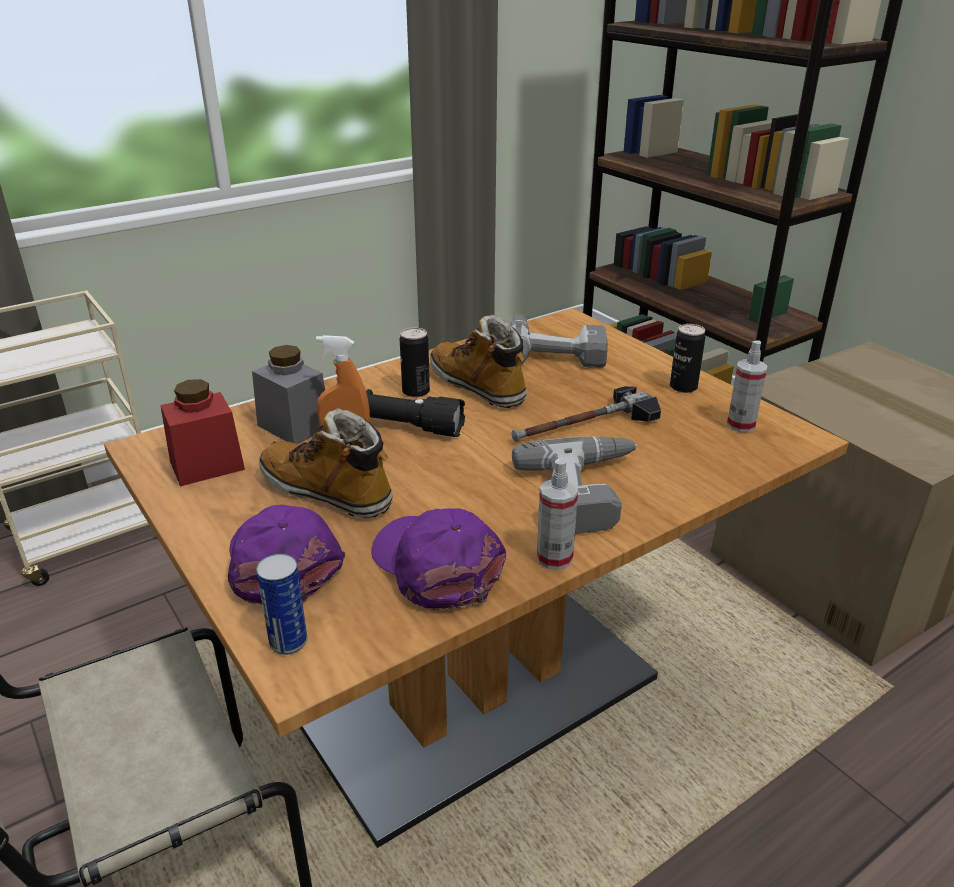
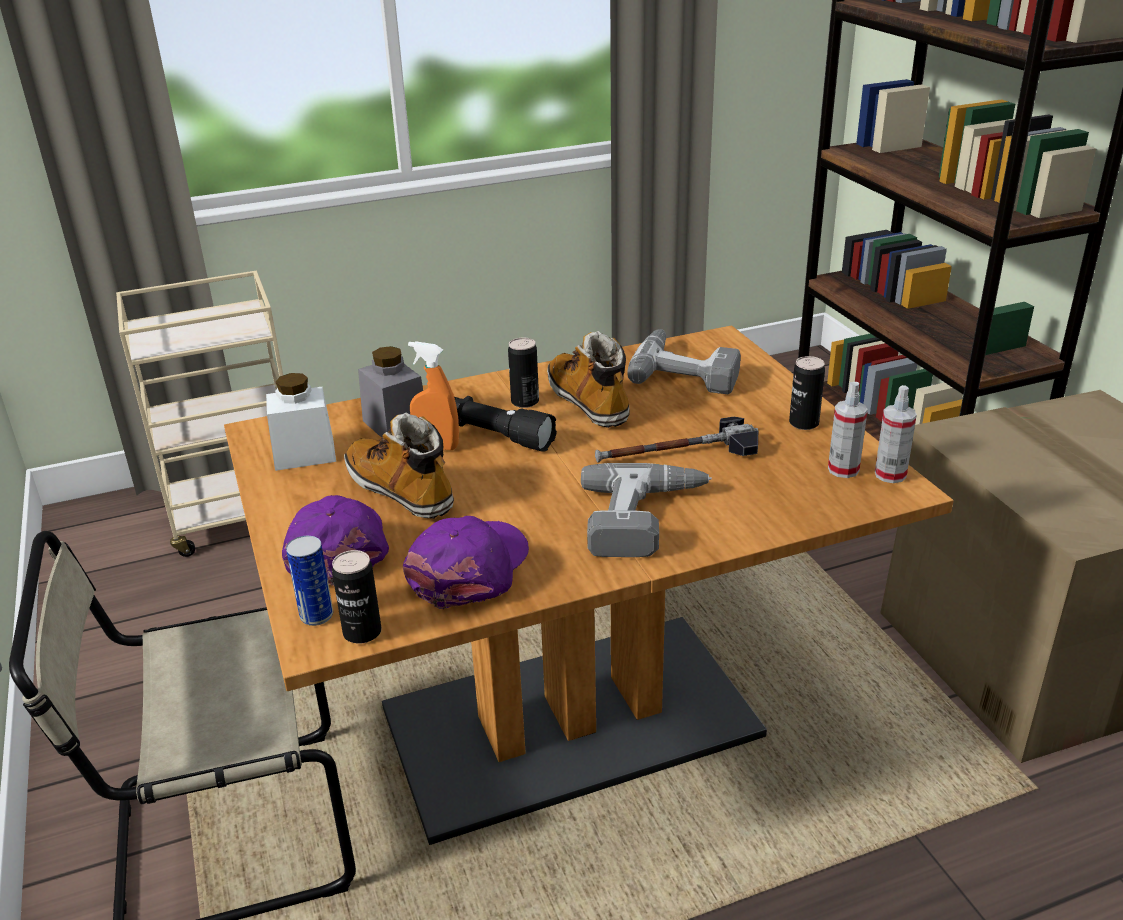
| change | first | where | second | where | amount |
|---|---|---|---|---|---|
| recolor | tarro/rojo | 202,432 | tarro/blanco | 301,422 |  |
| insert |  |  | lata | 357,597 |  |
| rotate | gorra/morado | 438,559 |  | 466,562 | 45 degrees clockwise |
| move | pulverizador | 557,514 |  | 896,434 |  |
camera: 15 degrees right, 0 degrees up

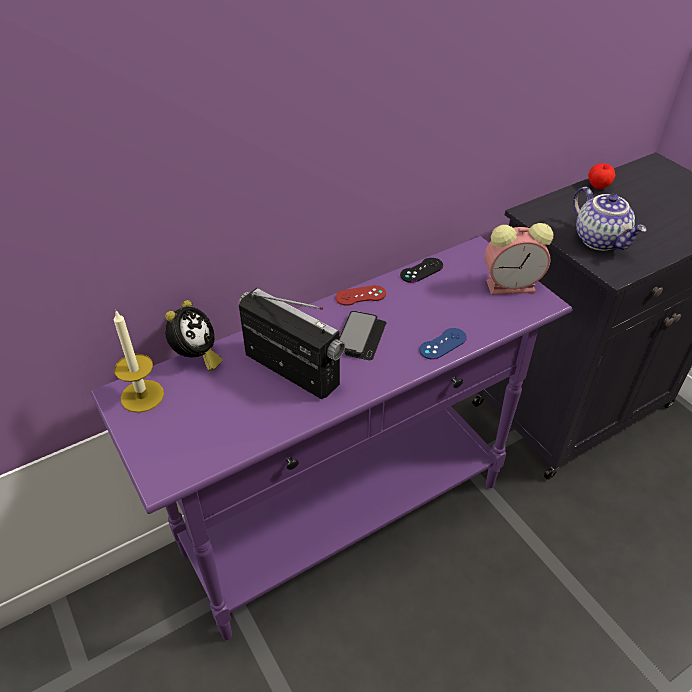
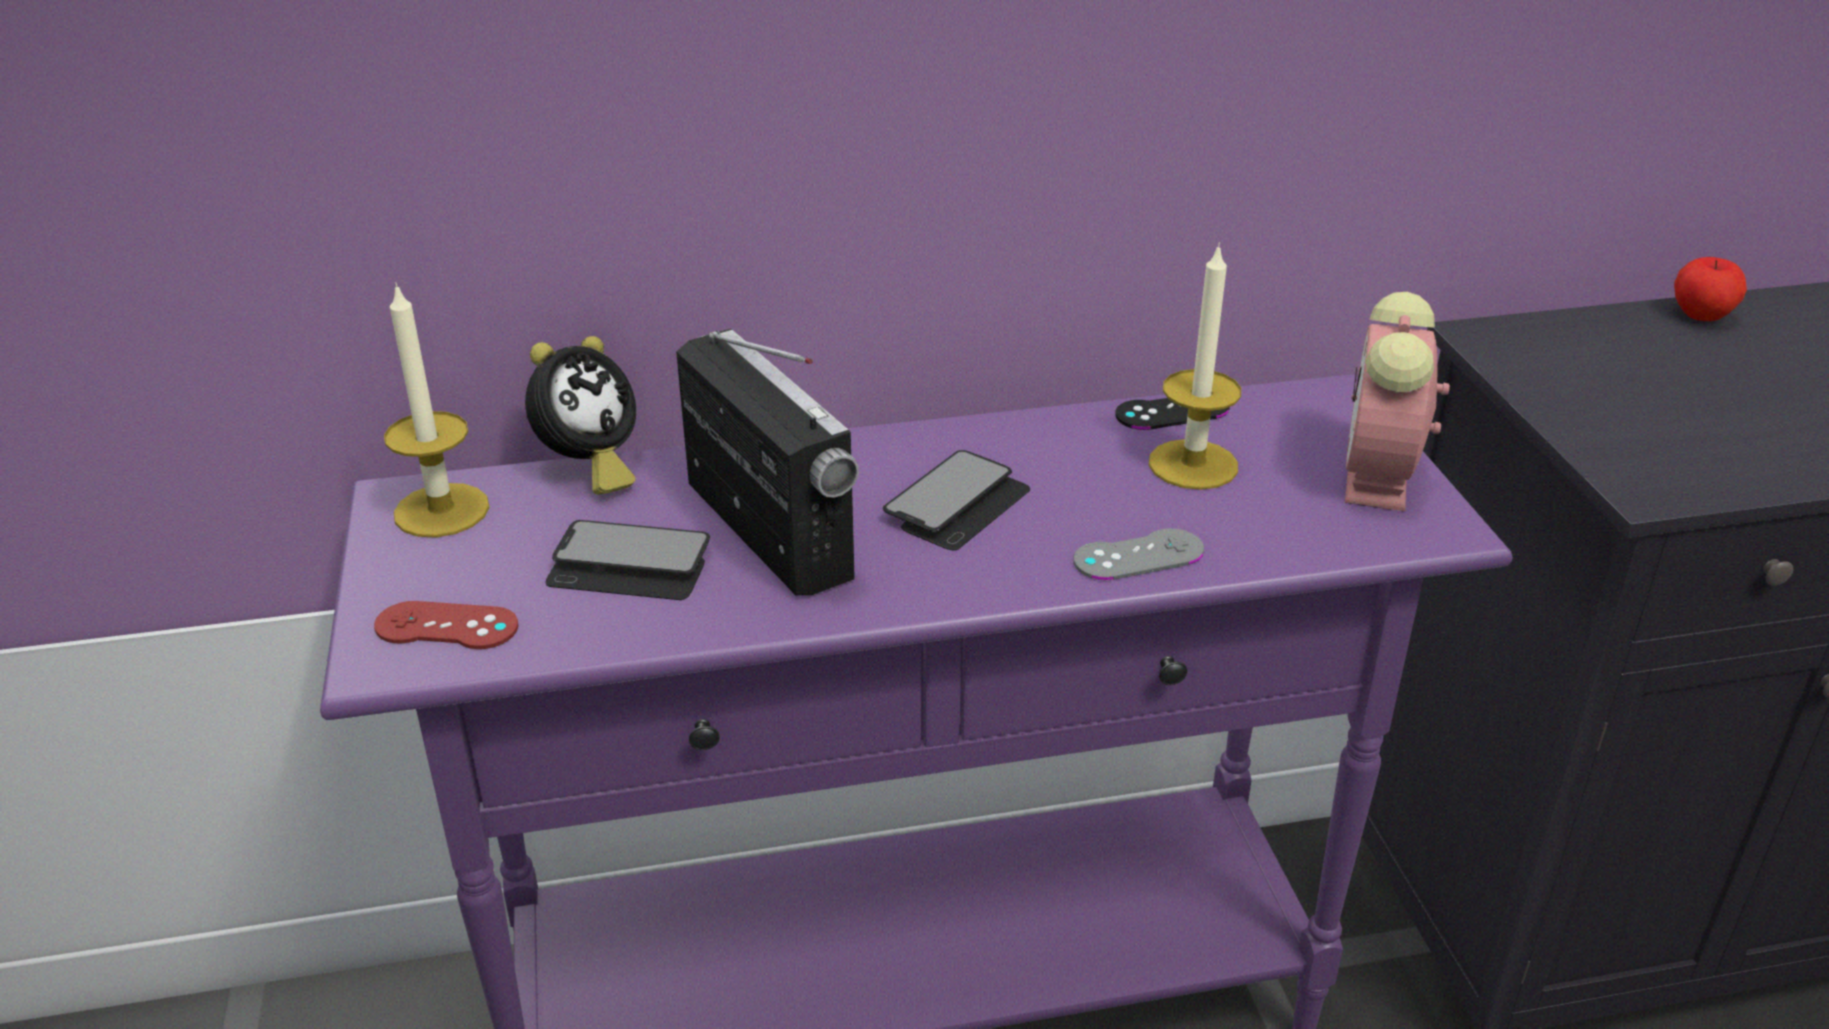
| change | first | where | second | where | amount |
|---|---|---|---|---|---|
| move | mando de consola/rojo | 360,295 |  | 446,625 |  |
| insert |  |  | móvil | 628,560 |  |
| recolor | mando de consola/azul | 443,344 | mando de consola/gris | 1139,554 |  |
| insert |  |  | vela | 1195,366 |  |
| rotate | despertador | 519,259 |  | 1397,401 | 90 degrees clockwise |
| delete | tetera | 609,219 |  |  |  |
camera: 20 degrees right, 10 degrees down

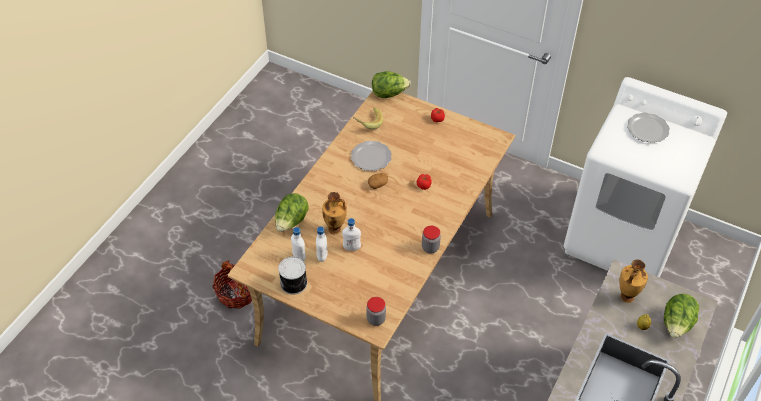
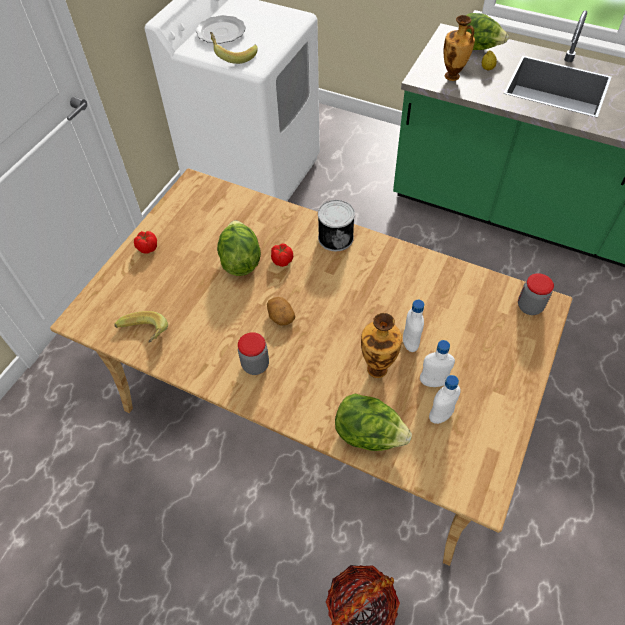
| change | first | where | second | where | amount |
|---|---|---|---|---|---|
| insert |  |  | plátano | 234,48 |  |
| move | lechuga | 391,84 |  | 239,248 |  |
| move | tarro | 431,239 |  | 253,353 |  |
| move | lata | 292,275 |  | 336,225 |  |
| delete | plato | 371,156 |  |  |  |
camera: 90 degrees left, 5 degrees up

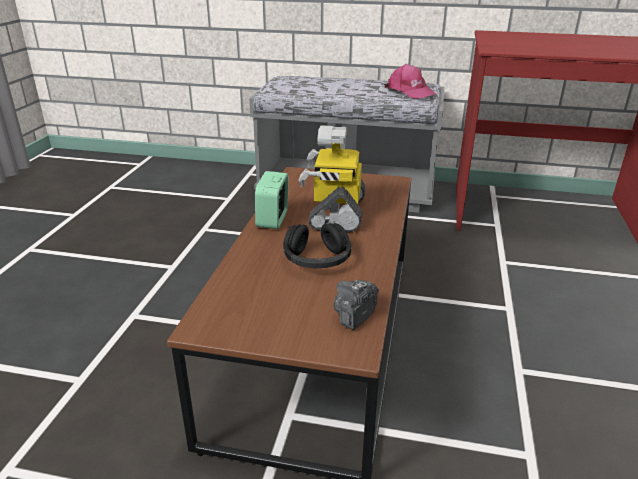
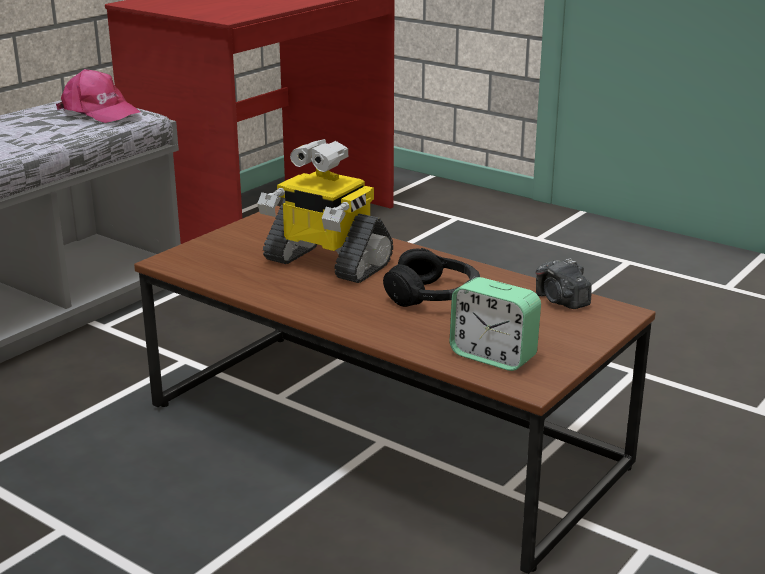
| change | first | where | second | where | amount |
|---|---|---|---|---|---|
| rotate | gorra/rosa | 410,81 |  | 99,96 | 45 degrees clockwise |
| move | despertador | 271,200 |  | 495,324 |  |
camera: 65 degrees left, 5 degrees down

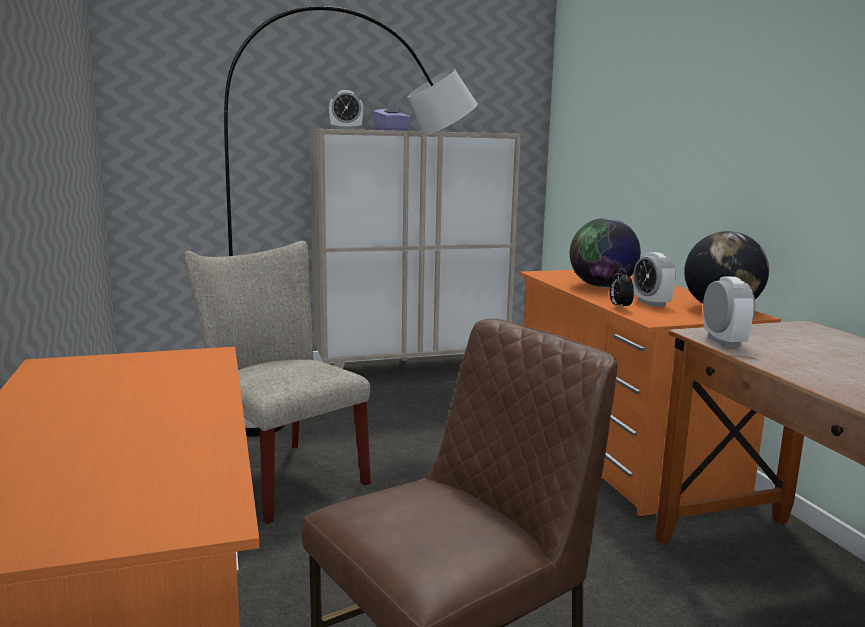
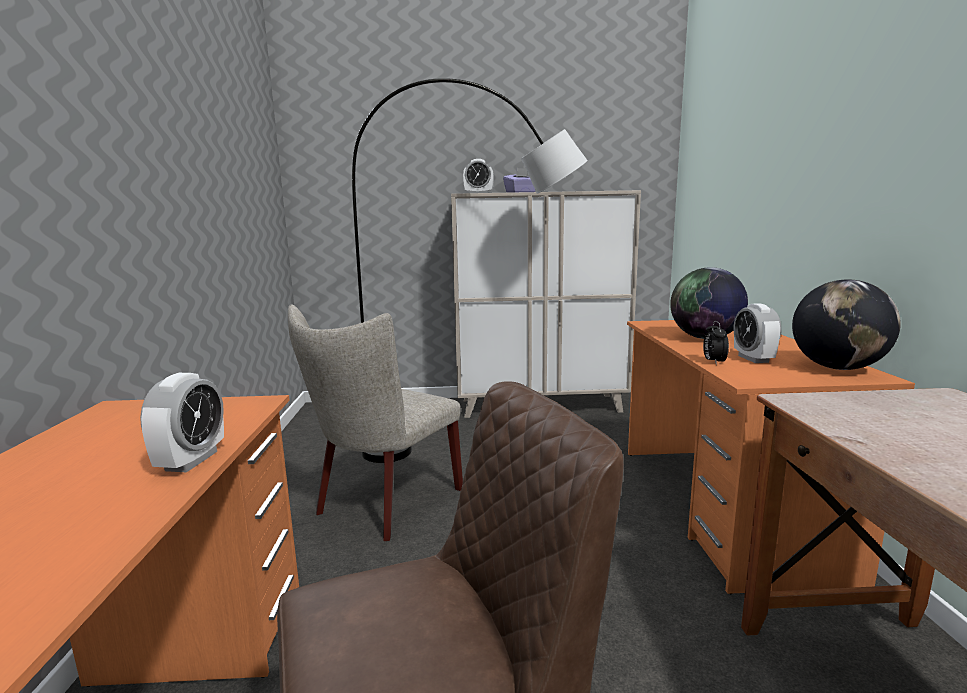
| change | first | where | second | where | amount |
|---|---|---|---|---|---|
| move | despertador | 729,311 |  | 182,423 |  |
| rotate | silla/beis | 277,382 |  | 375,423 | 120 degrees counterclockwise |
camera: 15 degrees right, 0 degrees up

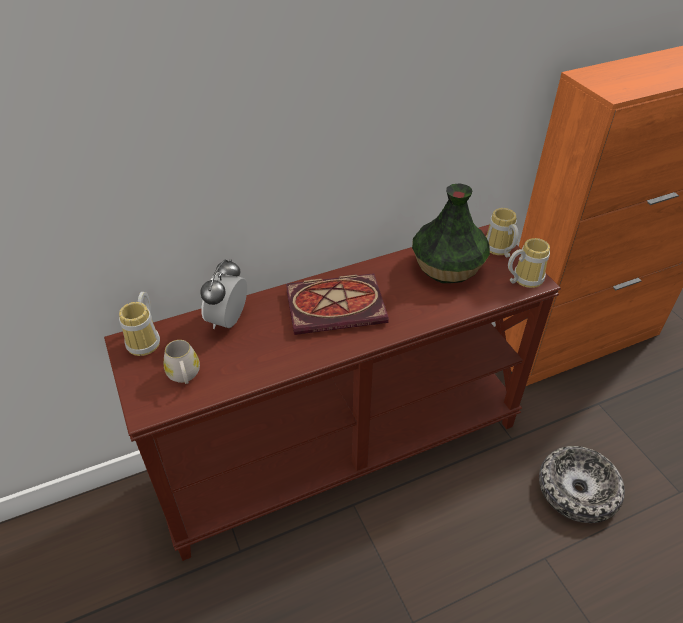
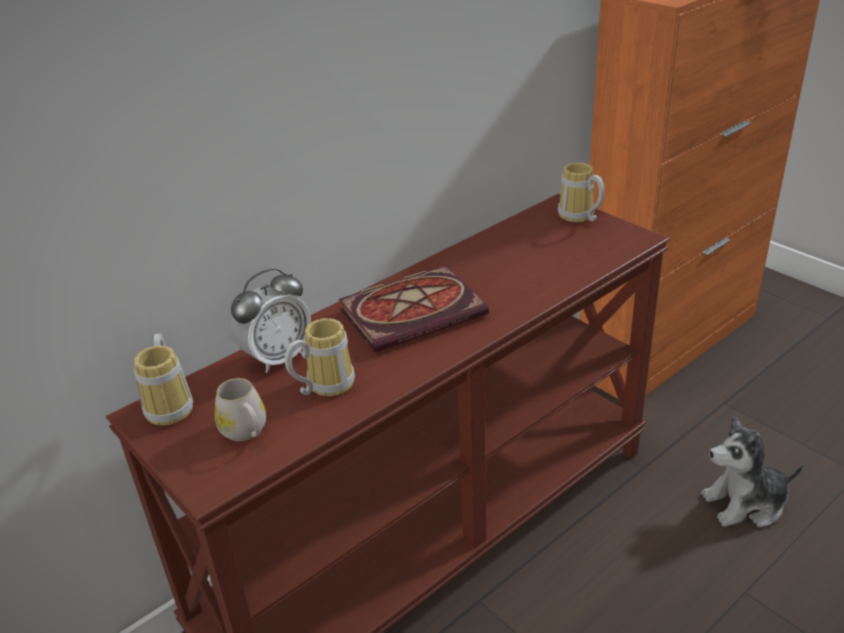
| change | first | where | second | where | amount |
|---|---|---|---|---|---|
| rotate | despertador | 223,294 |  | 271,320 | 135 degrees counterclockwise |
| move | taza grande | 529,263 |  | 320,357 |  |
| replace | cuenco | 582,484 | peluche | 752,472 |  |
| delete | florero | 451,233 |  |  |  |
camera: 15 degrees left, 10 degrees down

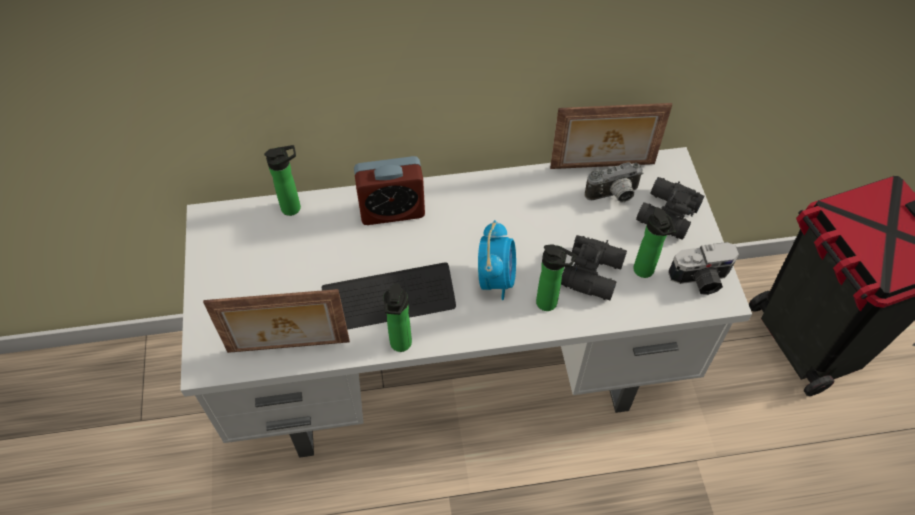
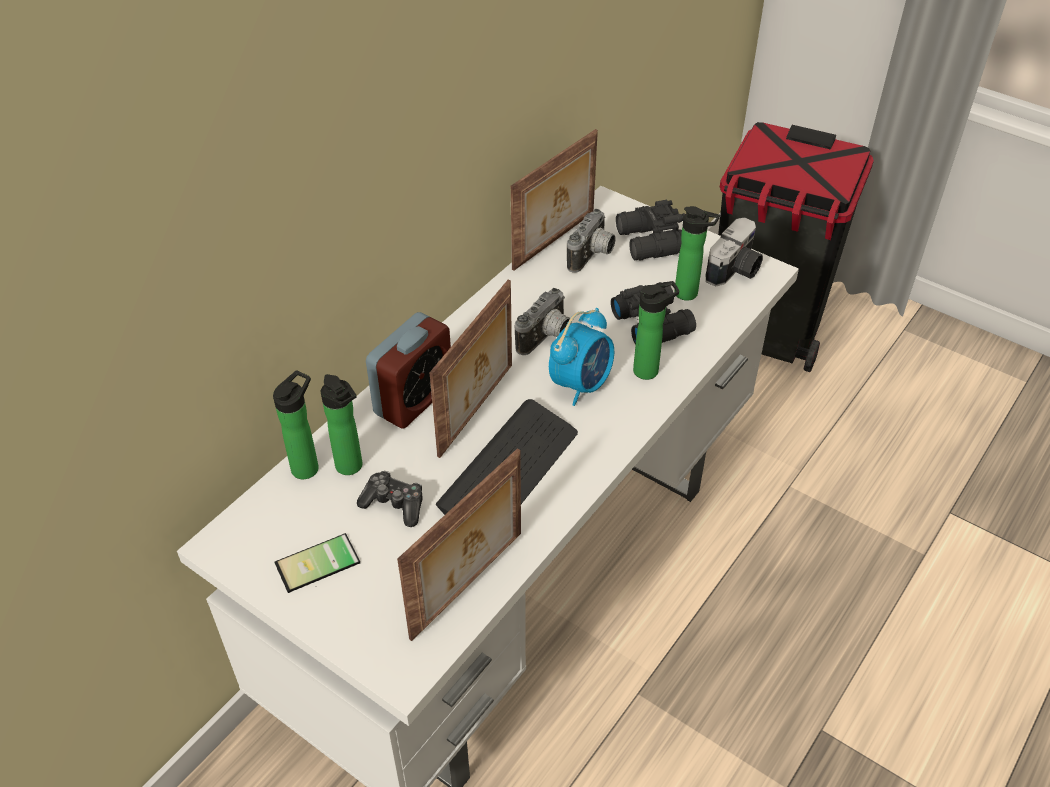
| change | first | where | second | where | amount |
|---|---|---|---|---|---|
| insert |  |  | móvil | 317,563 |  |
| move | botella | 398,317 |  | 341,424 |  |
| insert |  |  | mando de consola | 390,499 |  |
| insert |  |  | portarretratos | 470,369 |  |
| insert |  |  | cámara | 543,321 |  |
| rotate | despertador | 497,260 |  | 581,357 | 75 degrees clockwise |
camera: 45 degrees left, 10 degrees down

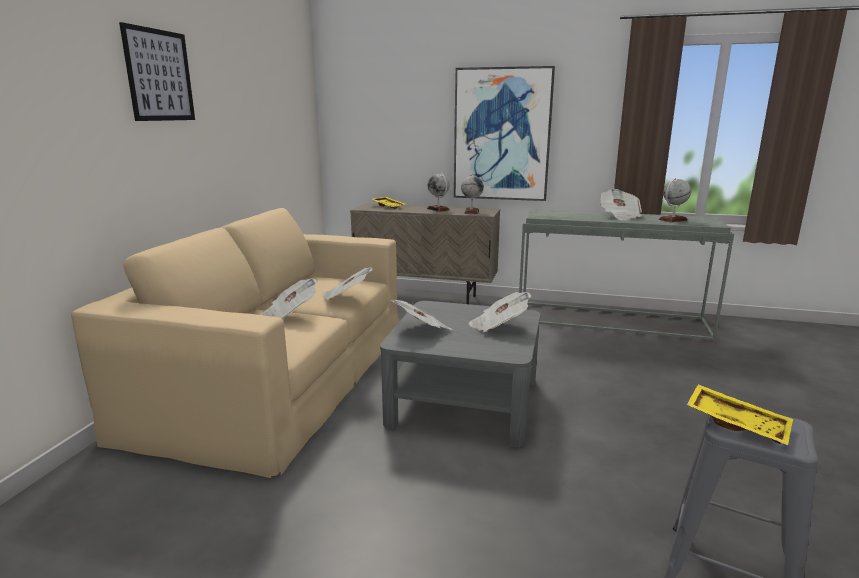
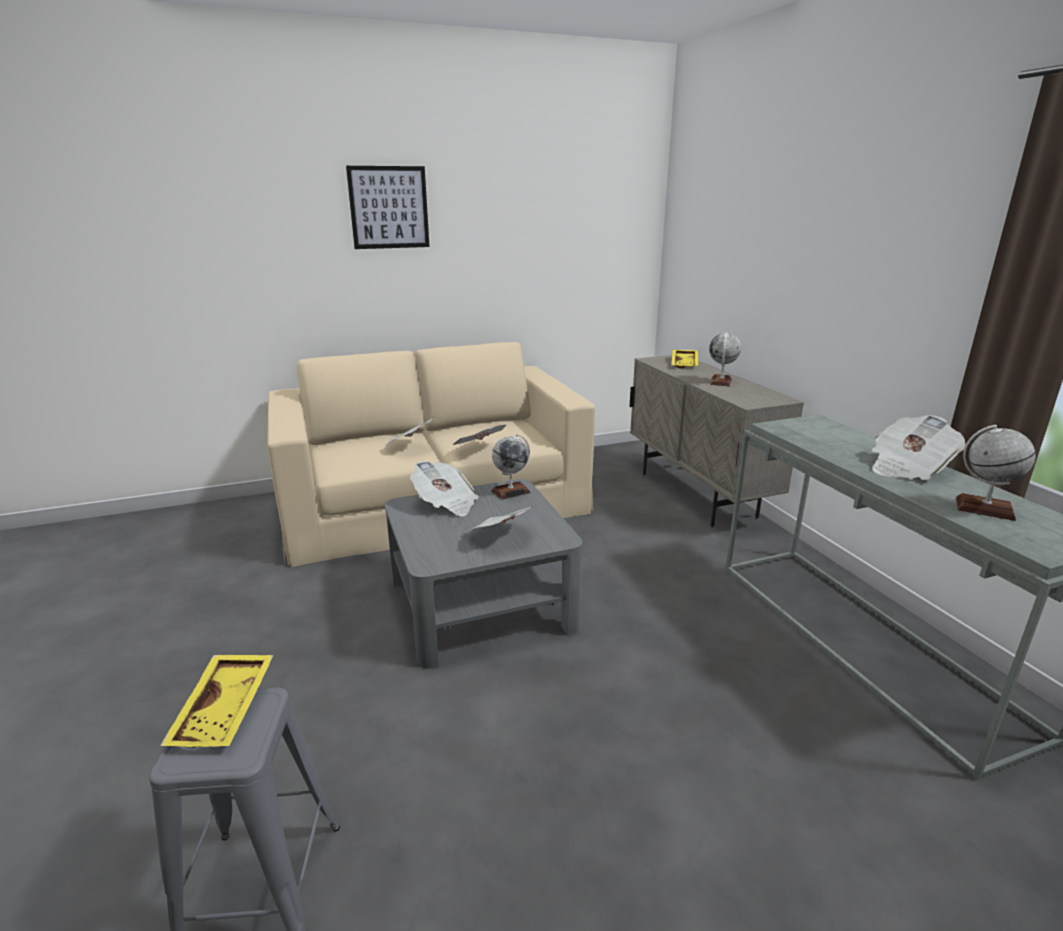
| change | first | where | second | where | amount |
|---|---|---|---|---|---|
| move | globo terráqueo | 472,194 |  | 511,467 |  |
| delete | cuadro | 504,133 |  |  |  |
camera: 55 degrees right, 5 degrees up

